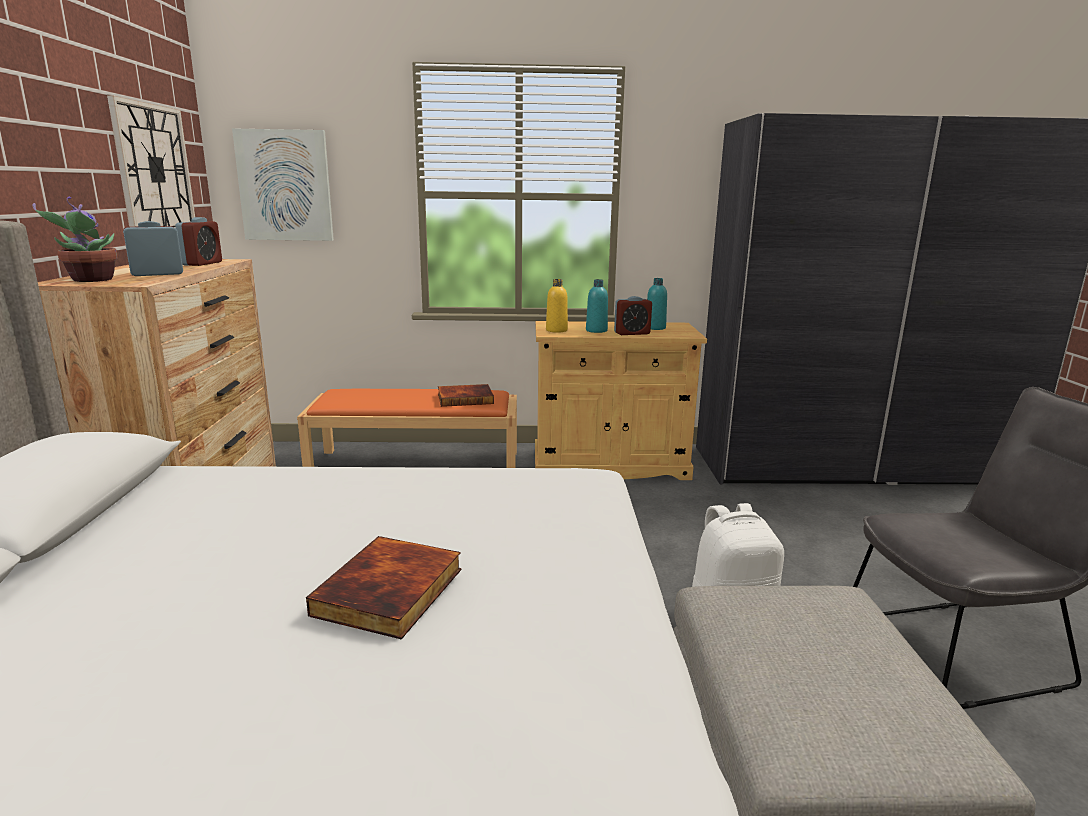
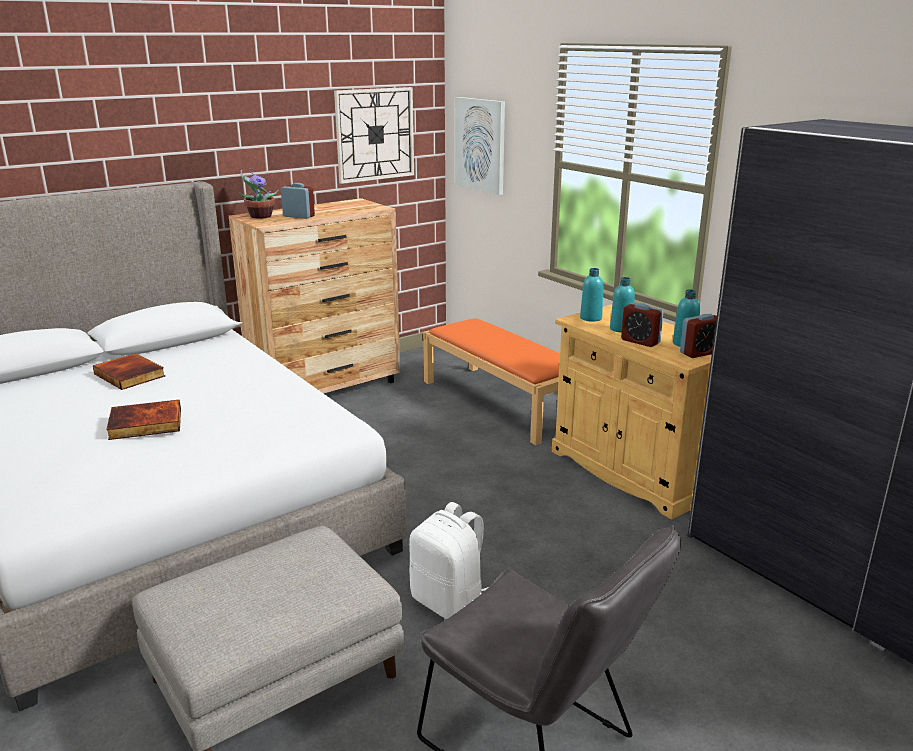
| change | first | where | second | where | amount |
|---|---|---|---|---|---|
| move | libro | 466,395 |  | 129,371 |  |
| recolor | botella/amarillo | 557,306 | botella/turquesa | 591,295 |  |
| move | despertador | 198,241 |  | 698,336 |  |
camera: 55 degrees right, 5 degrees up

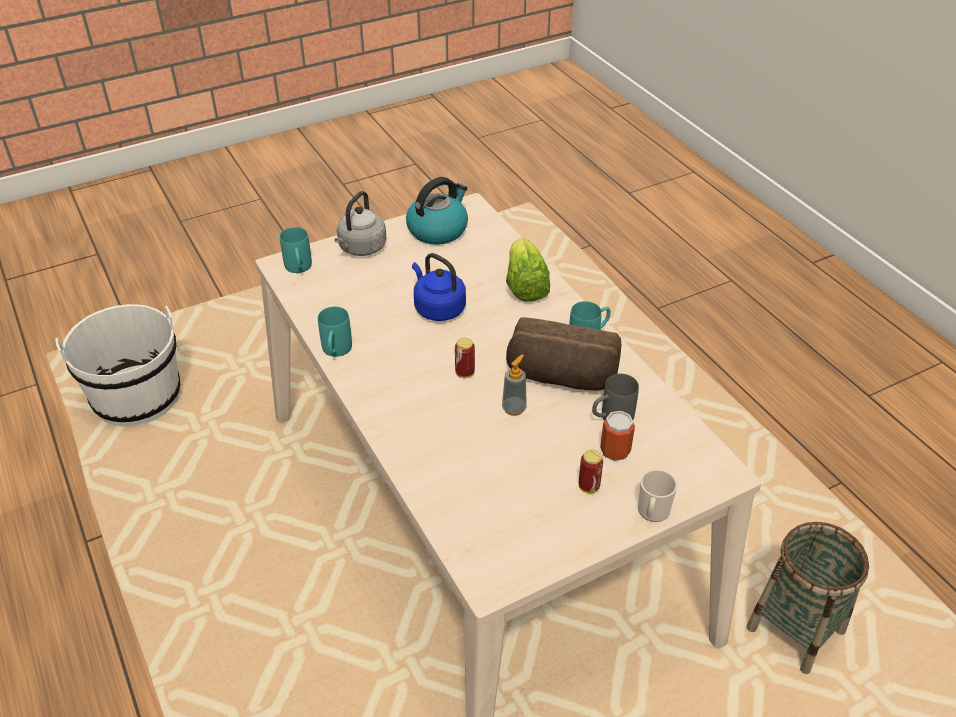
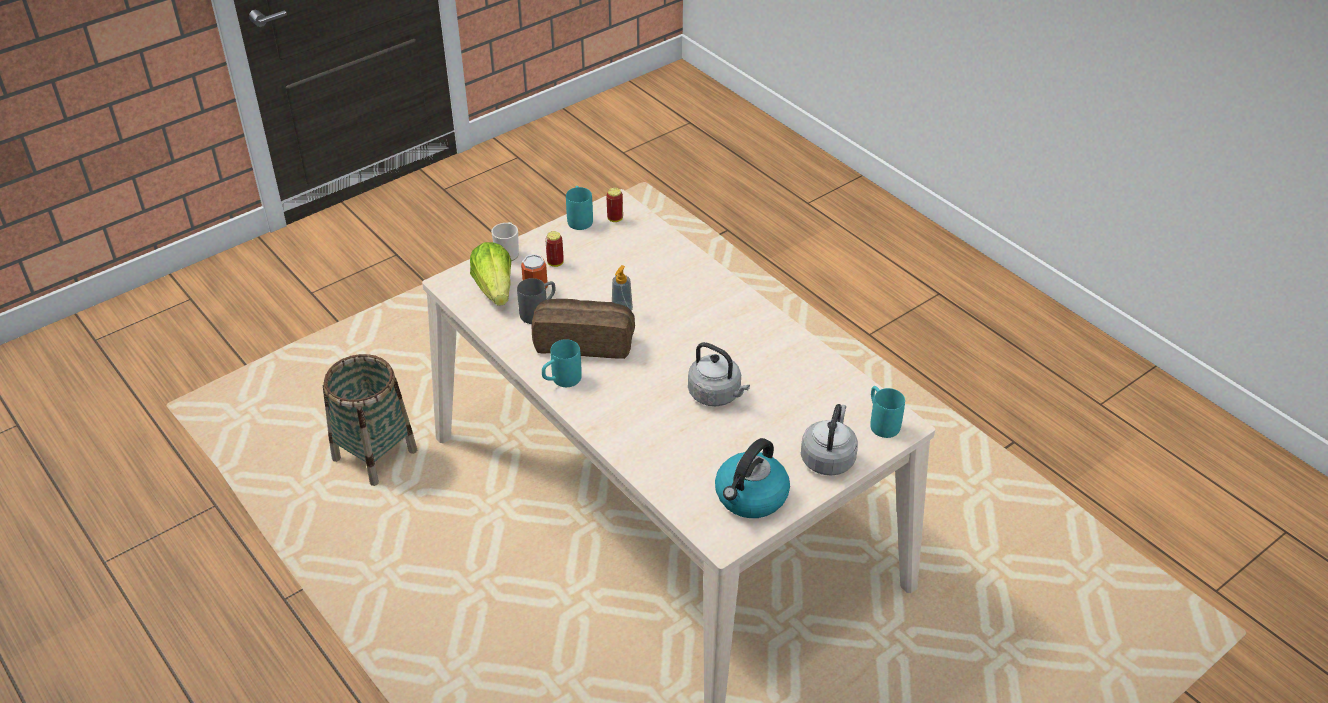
| change | first | where | second | where | amount |
|---|---|---|---|---|---|
| move | lechuga | 528,270 |  | 490,274 |  |
| move | taza grande/turquesa | 335,332 |  | 579,208 |  |
| move | lata | 465,358 |  | 614,205 |  |
| recolor | hervidor/azul | 439,287 | hervidor/gris | 719,374 |  |
| delete | cubo/blanco | 117,365 |  |  |  |
camera: 170 degrees right, 0 degrees up

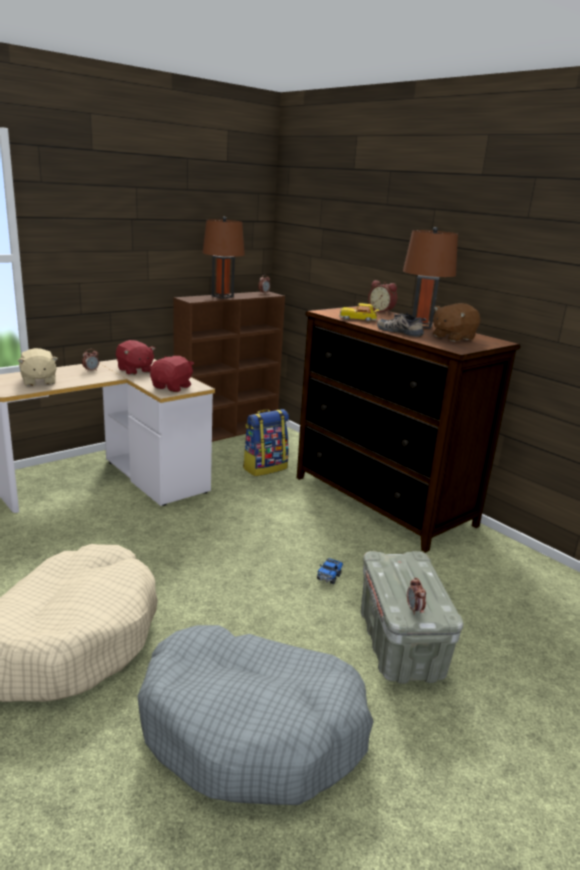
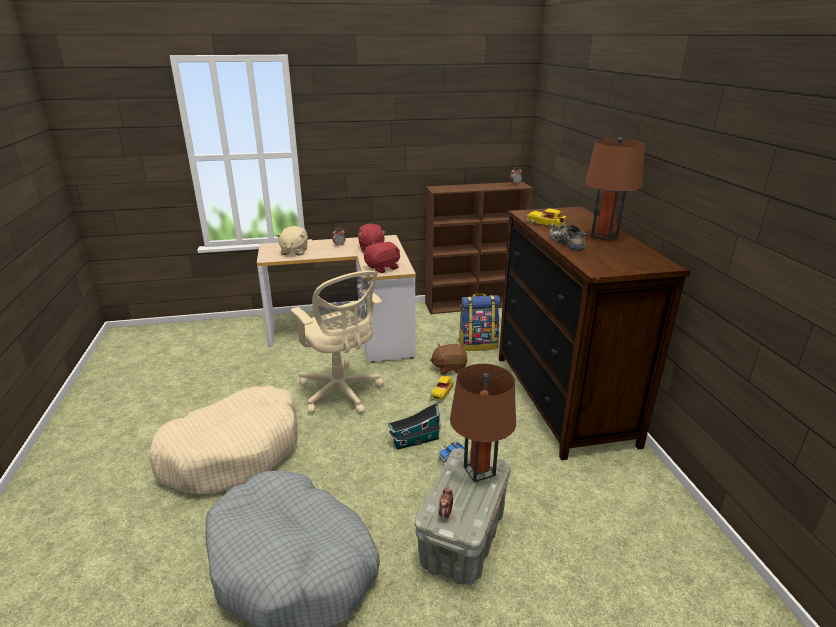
| change | first | where | second | where | amount |
|---|---|---|---|---|---|
| insert |  |  | silla de oficina/beis | 337,342 |  |
| insert |  |  | casita | 414,426 |  |
| move | peluche/marrón | 456,322 |  | 448,359 |  |
| insert |  |  | coche de juguete | 441,389 |  |
| move | lámpara de mesa/marrón | 224,258 |  | 483,423 |  |
| delete | despertador | 382,296 |  |  |  |
camera: 30 degrees right, 5 degrees up

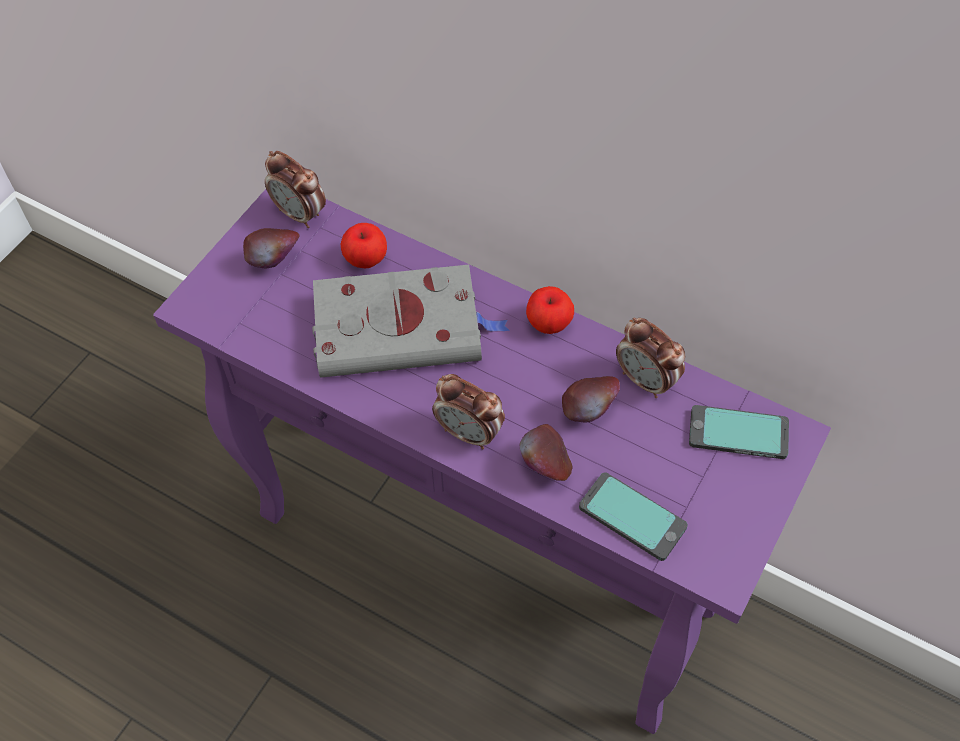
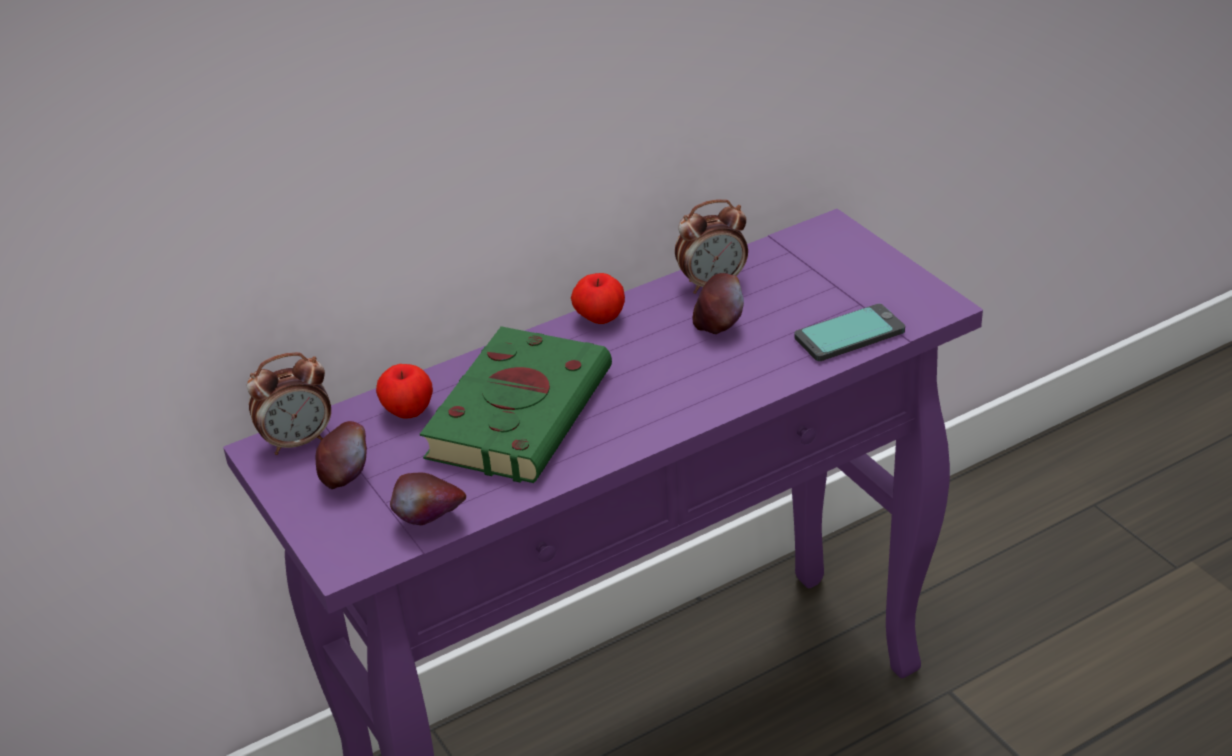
| change | first | where | second | where | amount |
|---|---|---|---|---|---|
| move | manzana | 546,452 |  | 428,499 |  |
| recolor | libro/gris | 411,321 | libro/verde | 516,404 |  |
| delete | despertador | 468,411 |  |  |  |
| delete | móvil | 739,432 |  |  |  |
camera: 60 degrees left, 20 degrees down

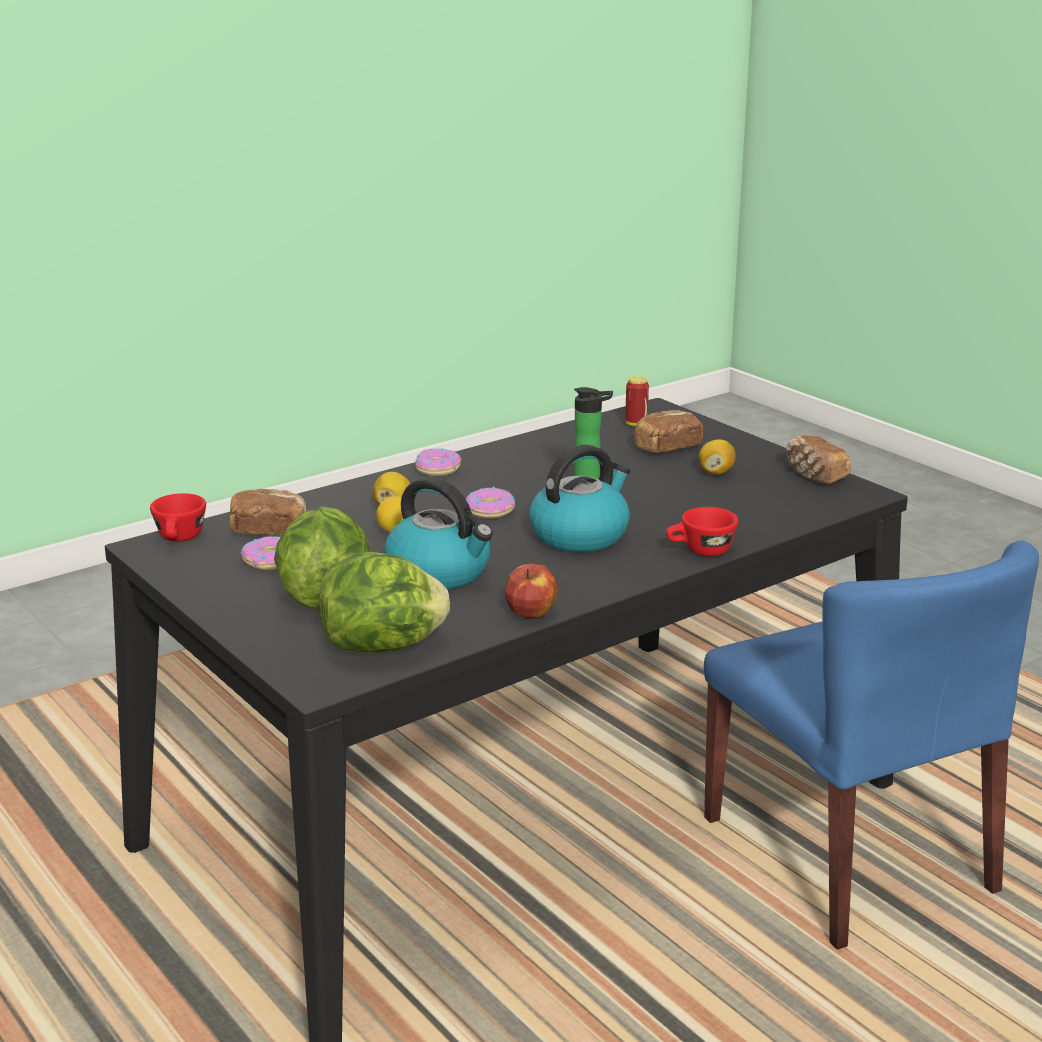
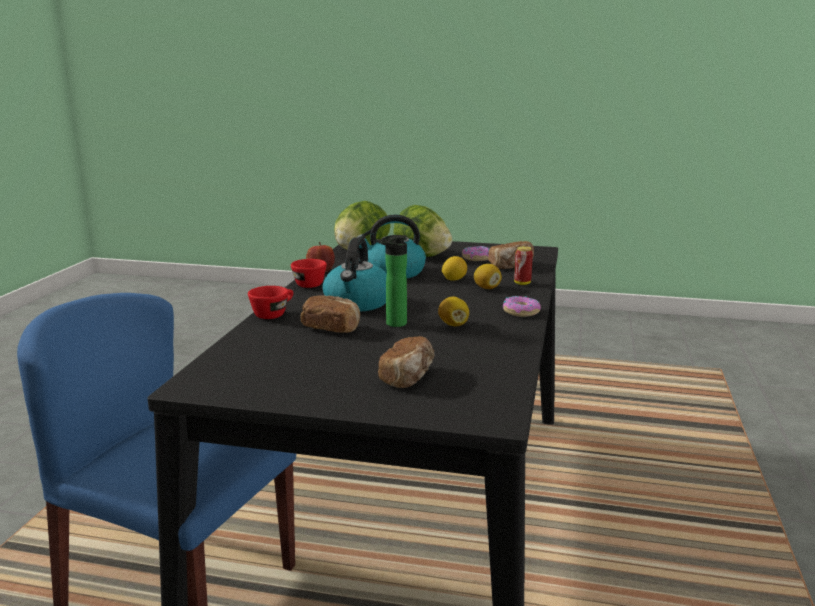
| change | first | where | second | where | amount |
|---|---|---|---|---|---|
| move | taza/rojo | 178,517 |  | 309,273 |  |
| move | pan | 818,459 |  | 330,314 |  |
| move | limón | 717,457 |  | 453,311 |  |
| move | lata | 637,401 |  | 523,265 |  |
| delete | rosquilla | 490,503 |  |  |  |
camera: 140 degrees right, 5 degrees down

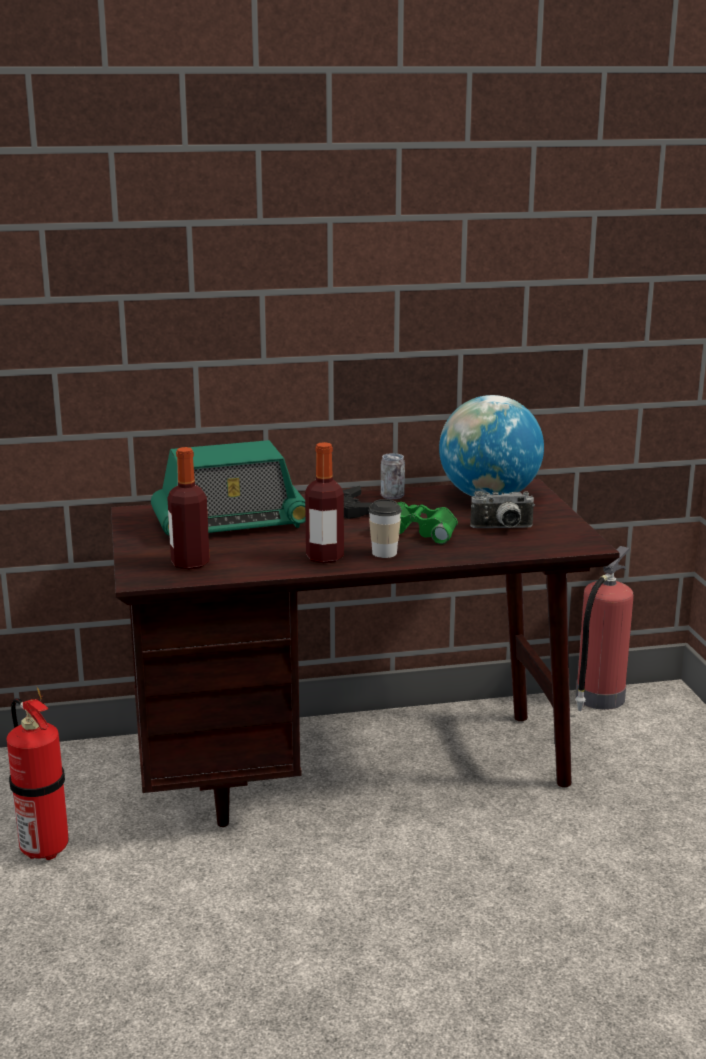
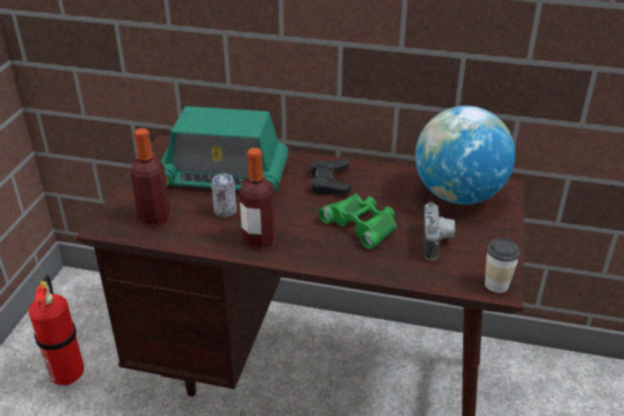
| change | first | where | second | where | amount |
|---|---|---|---|---|---|
| move | lata | 393,476 |  | 224,196 |  |
| rotate | cámara | 502,509 |  | 439,231 | 105 degrees counterclockwise |
| move | taza | 385,528 |  | 502,265 |  |
| delete | extintor | 604,628 |  |  |  |
camera: 25 degrees right, 15 degrees up

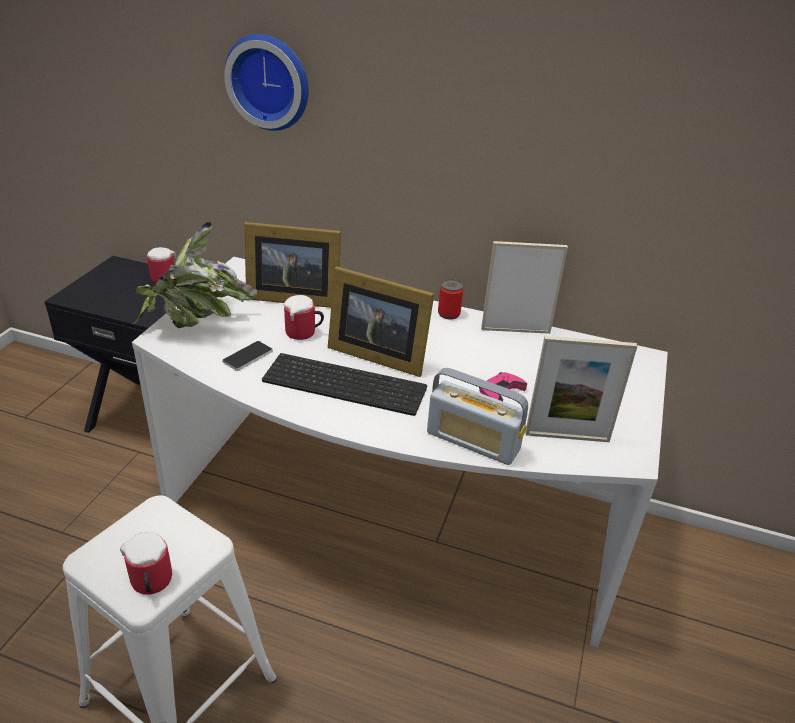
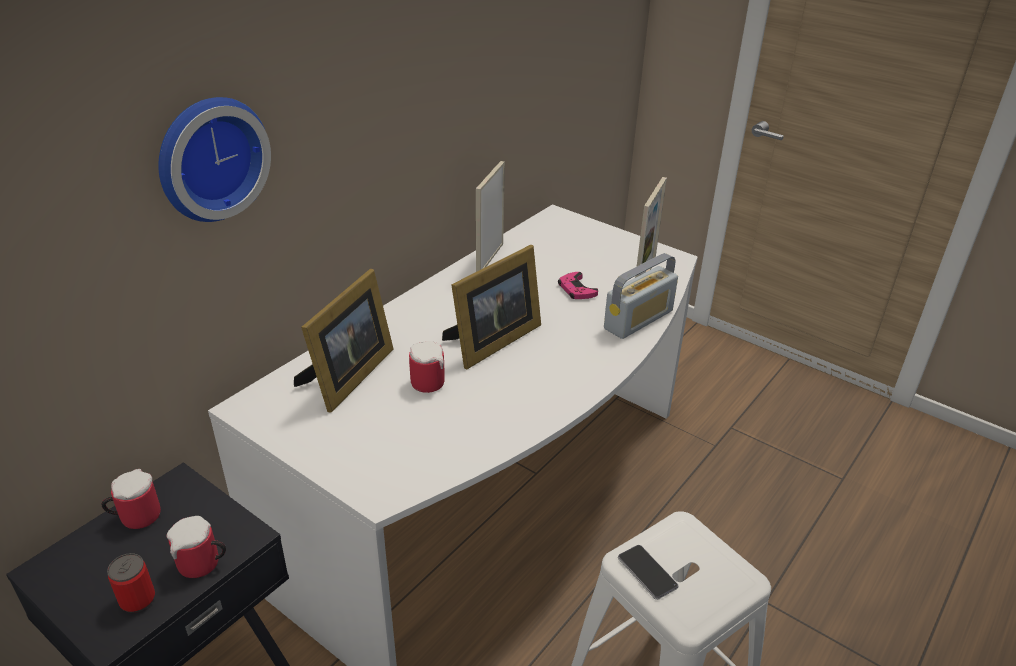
| change | first | where | second | where | amount |
|---|---|---|---|---|---|
| move | lata | 450,299 |  | 131,583 |  |
| move | taza grande | 146,563 |  | 196,547 |  |
| move | móvil | 247,356 |  | 648,572 |  |
| delete | planta en maceta | 195,275 |  |  |  |
| delete | teclado | 344,384 |  |  |  |
camera: 70 degrees left, 0 degrees up

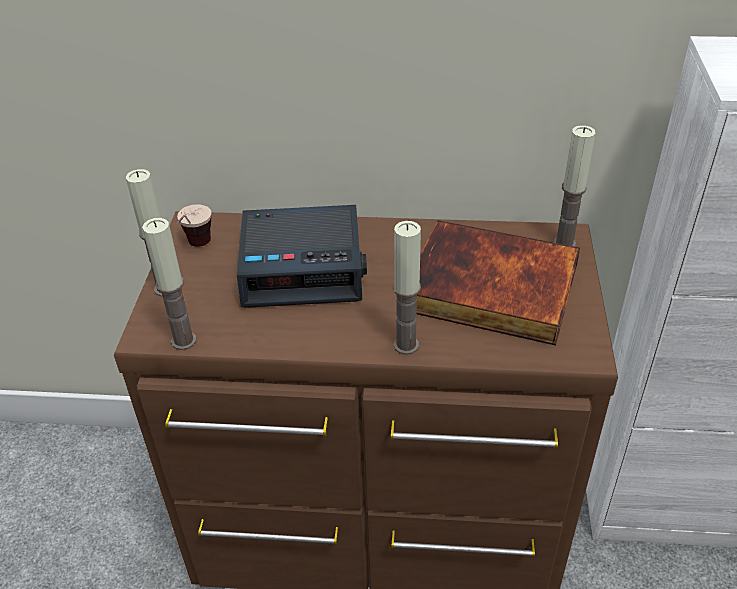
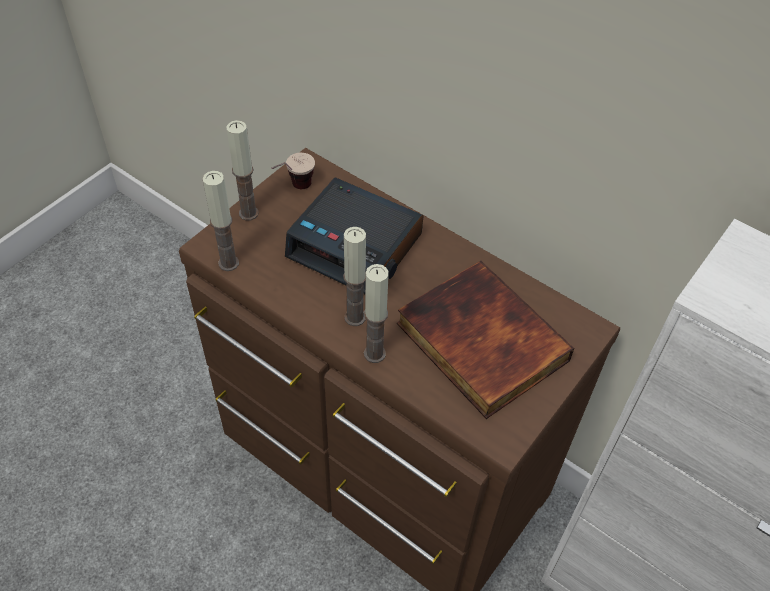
| change | first | where | second | where | amount |
|---|---|---|---|---|---|
| move | vela | 574,185 |  | 354,276 |  |
camera: 30 degrees right, 10 degrees up

